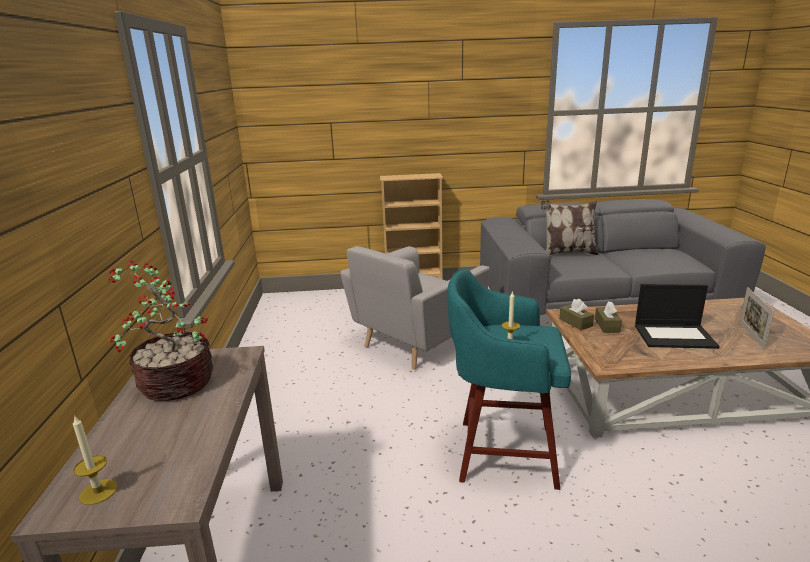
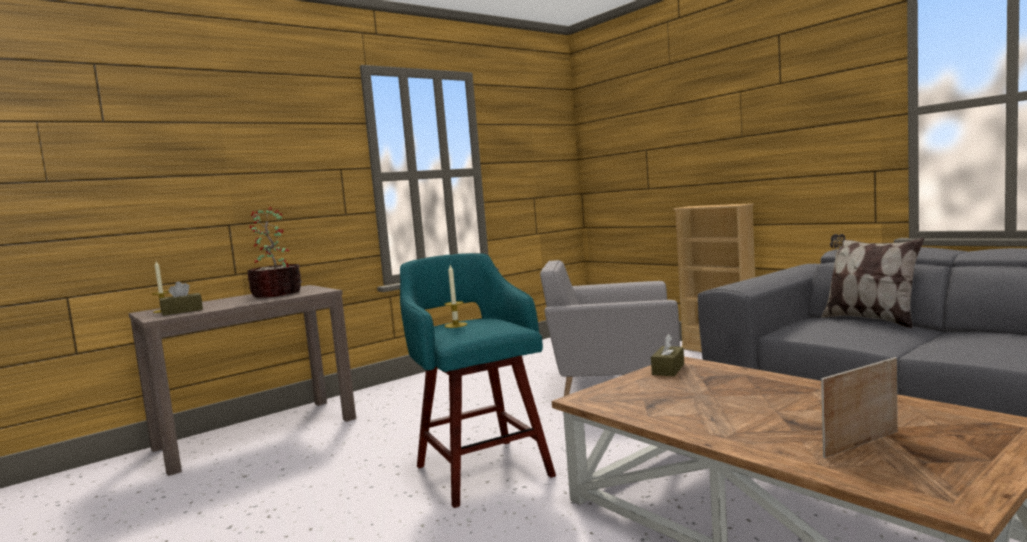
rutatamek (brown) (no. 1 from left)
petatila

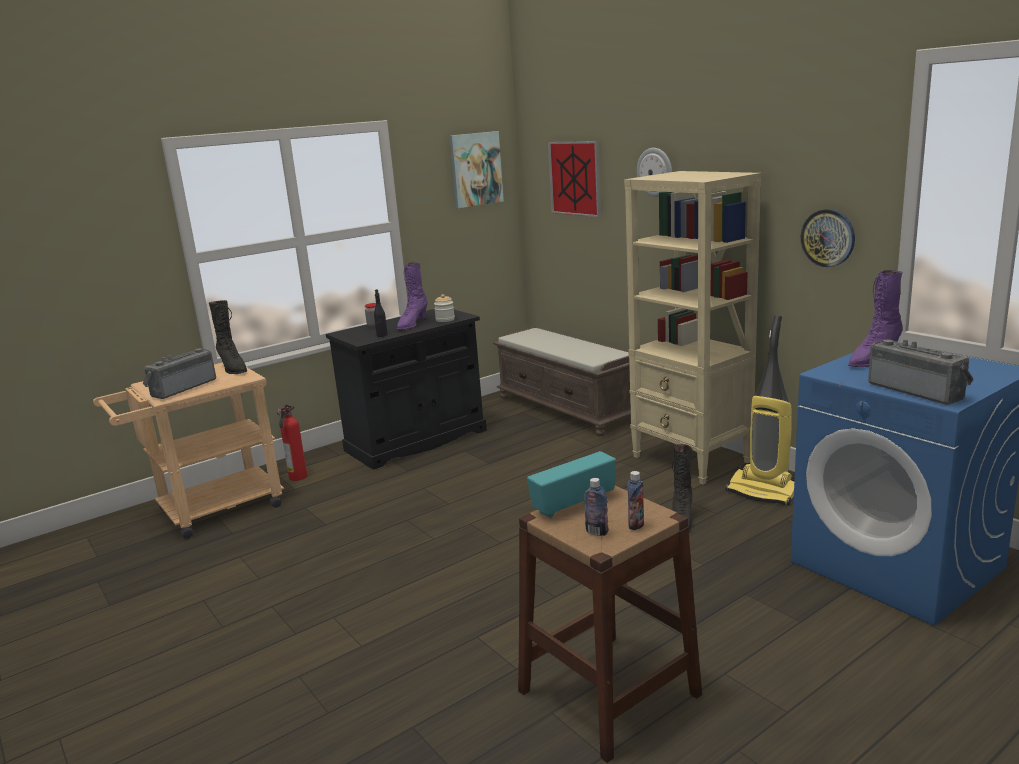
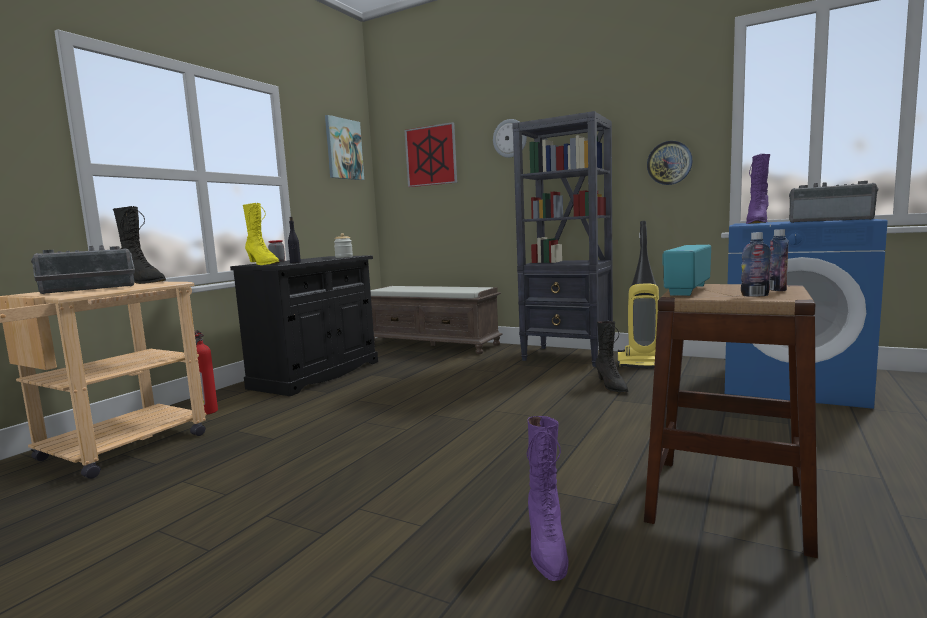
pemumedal (no. 1 from left)
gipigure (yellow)
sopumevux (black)
gipigure (purple) (no. 1 from left)

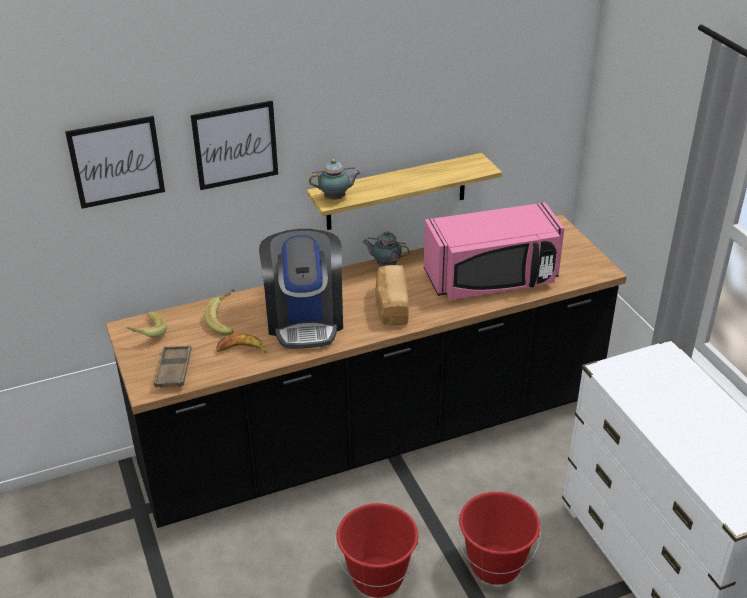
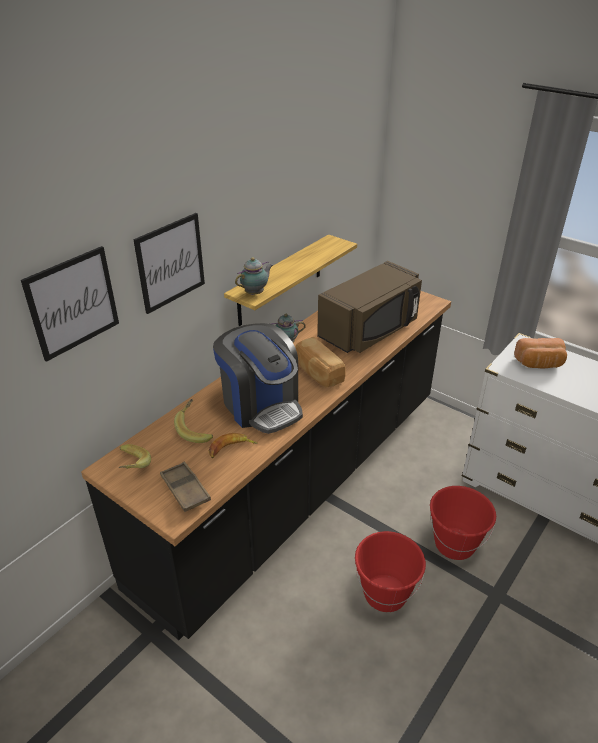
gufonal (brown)
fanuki (no. 2 from left)

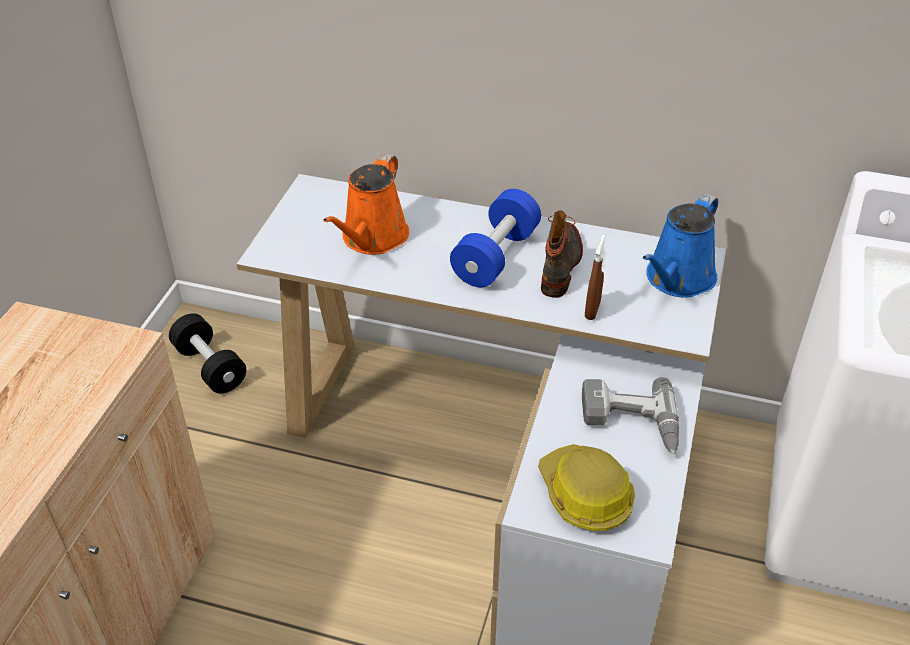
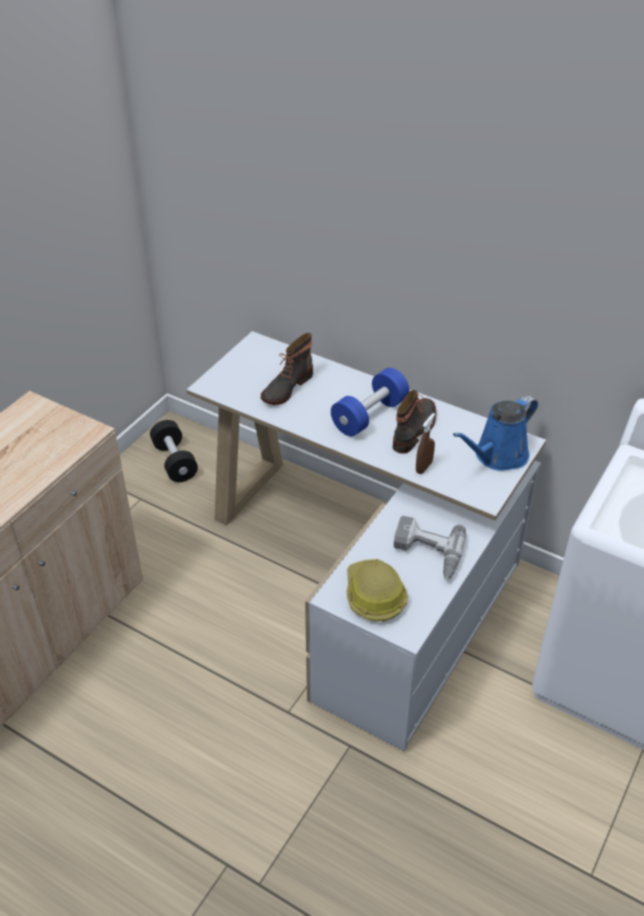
gipigure (no. 1 from left)

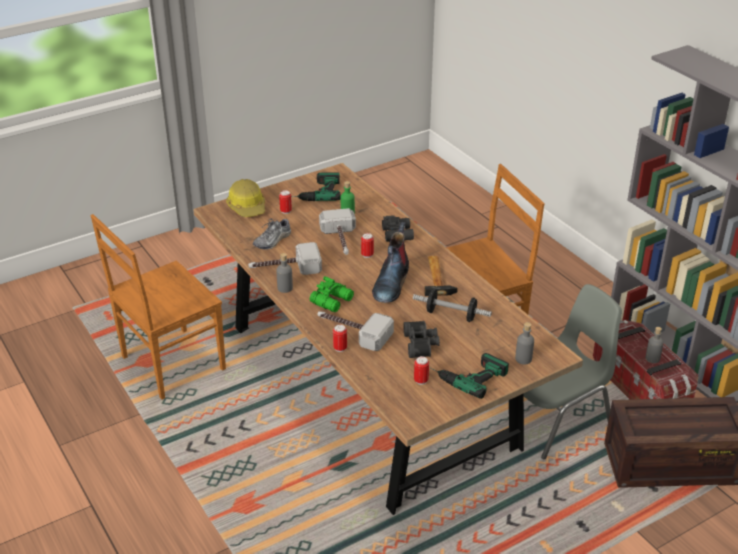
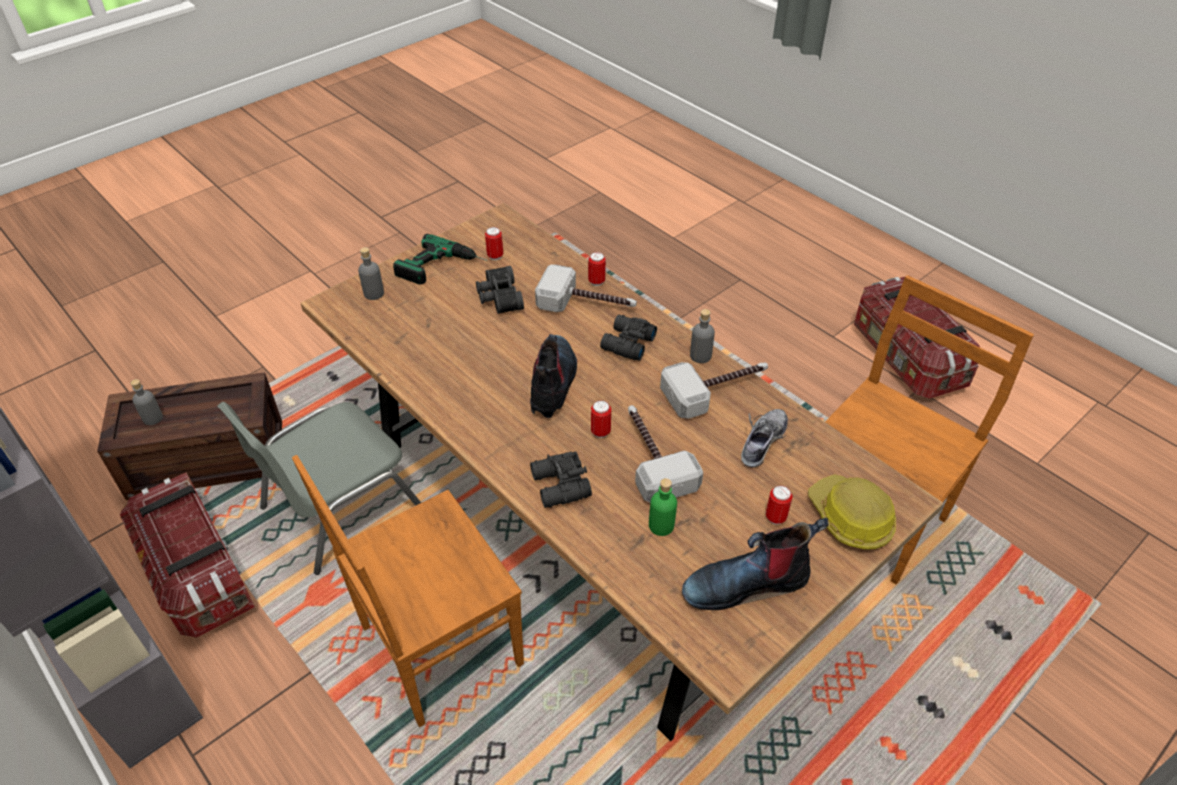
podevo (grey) (no. 1 from left)
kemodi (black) (no. 3 from left)
gipigure (no. 2 from left)
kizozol (no. 2 from left)
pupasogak
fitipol (no. 4 from left in the first image)

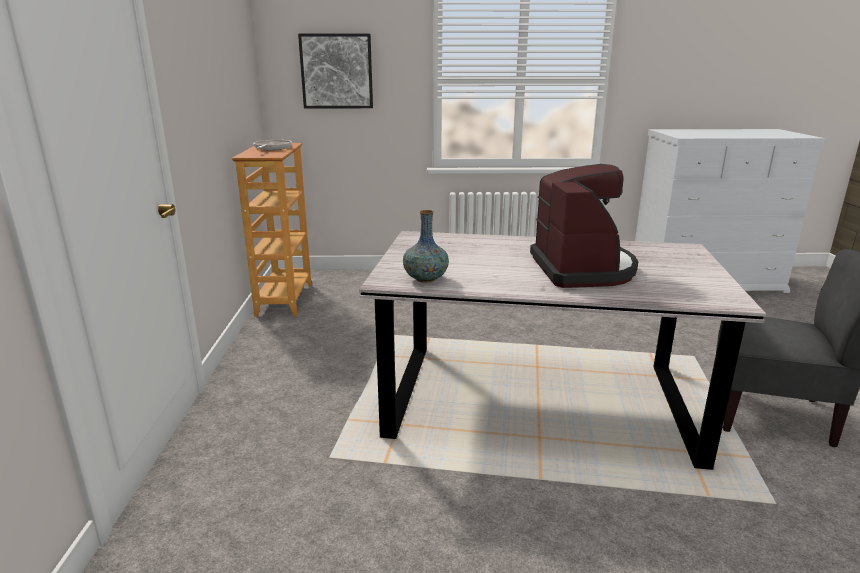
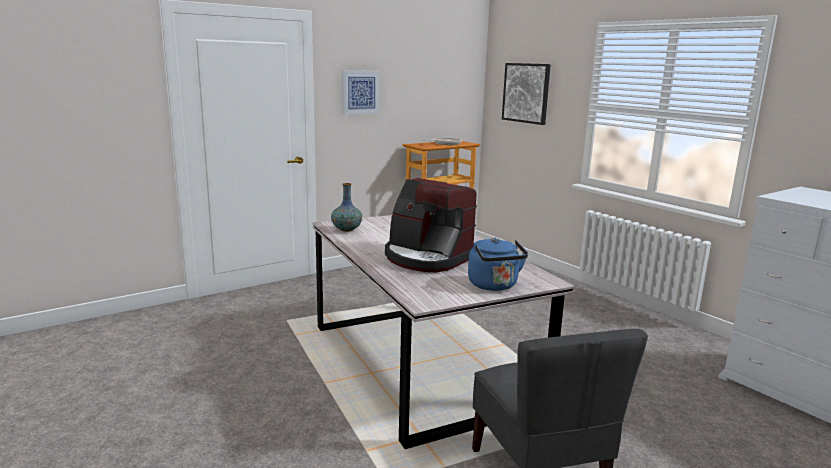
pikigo (no. 1 from left)
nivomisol
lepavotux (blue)

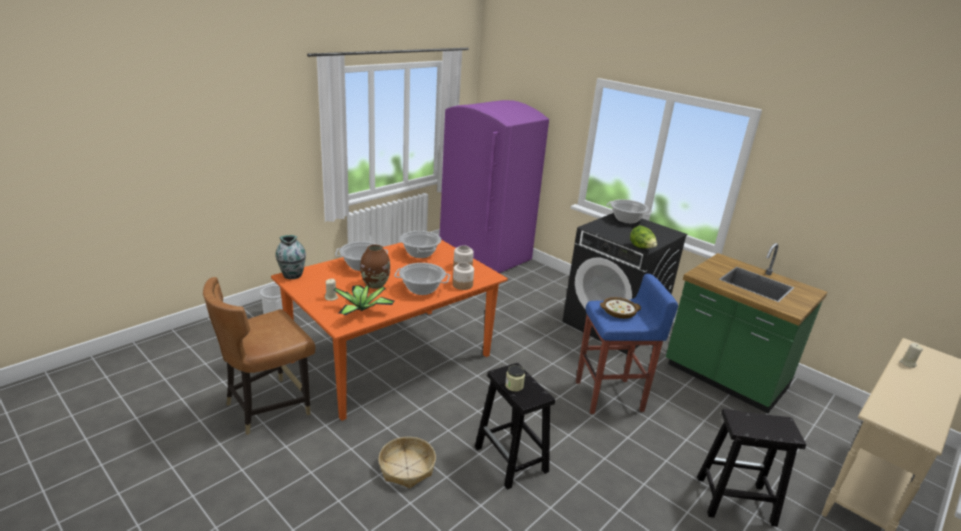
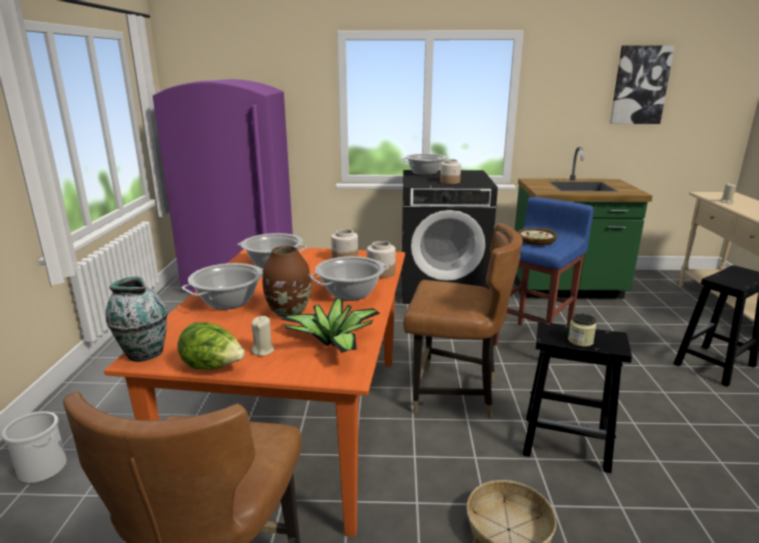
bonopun
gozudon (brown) (no. 2 from left)
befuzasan (no. 3 from left)
pikigo

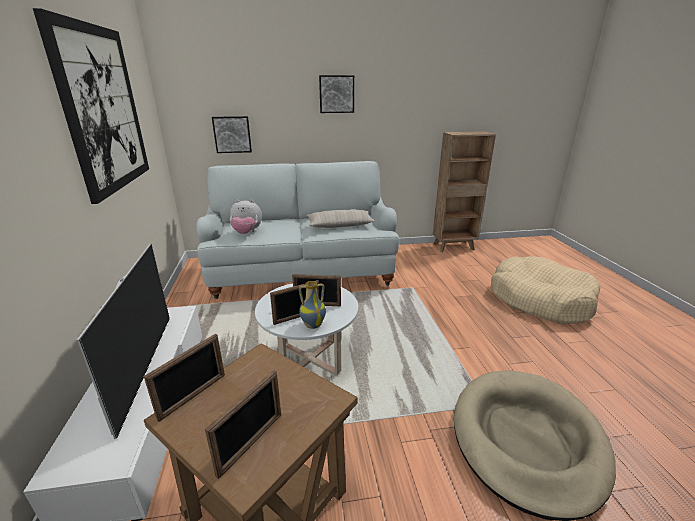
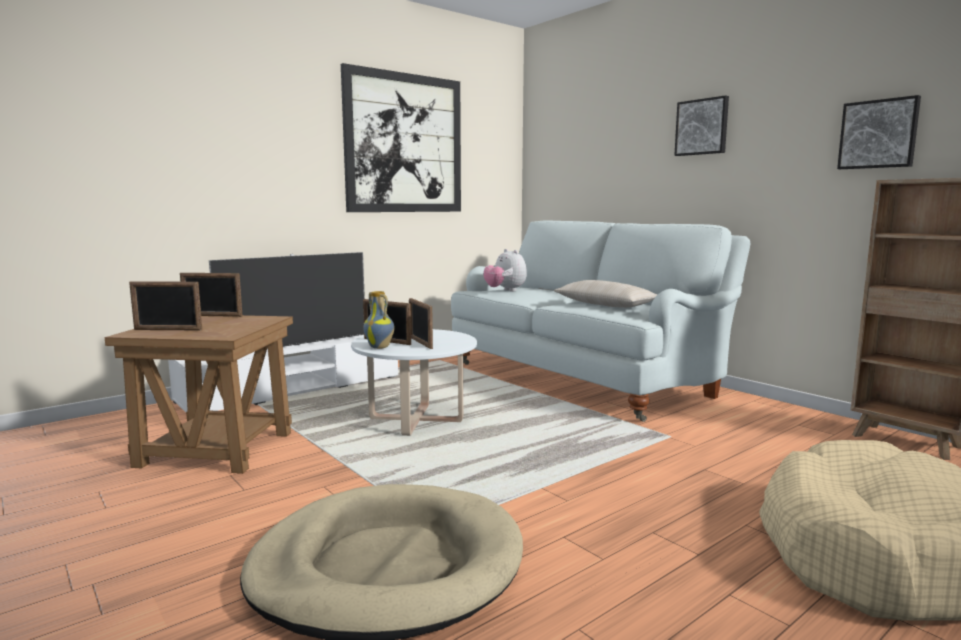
pikigo (no. 3 from left)

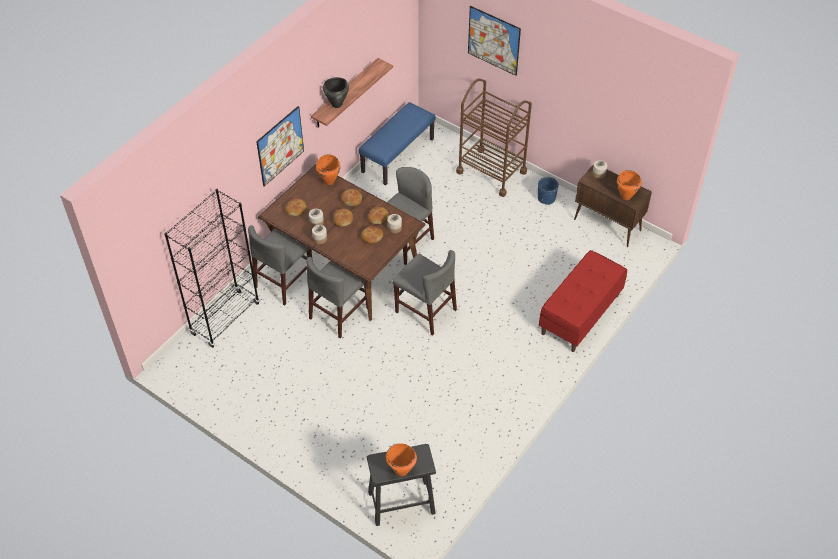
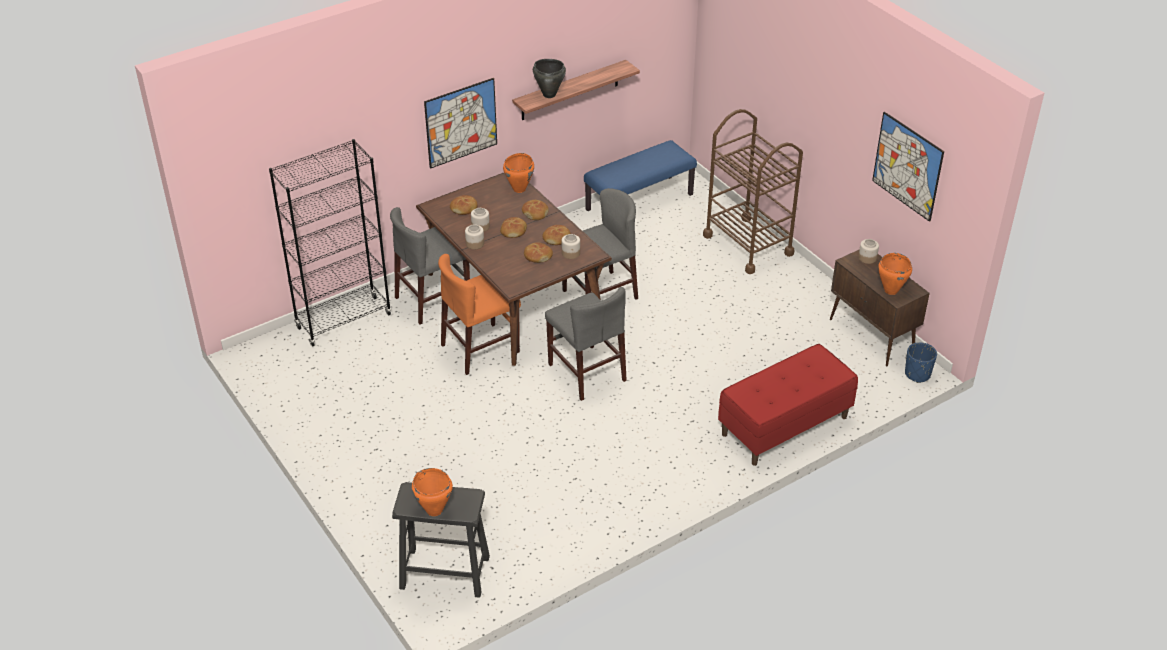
gozudon (orange)
pikigo (no. 2 from left)
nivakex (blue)

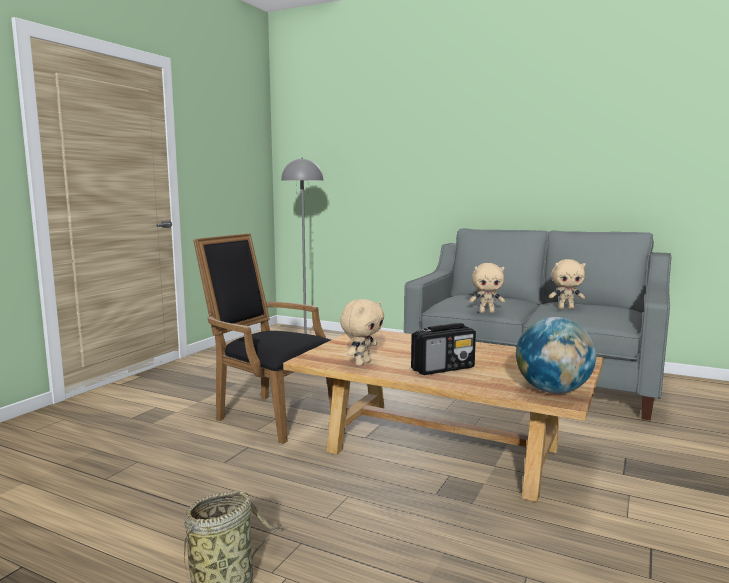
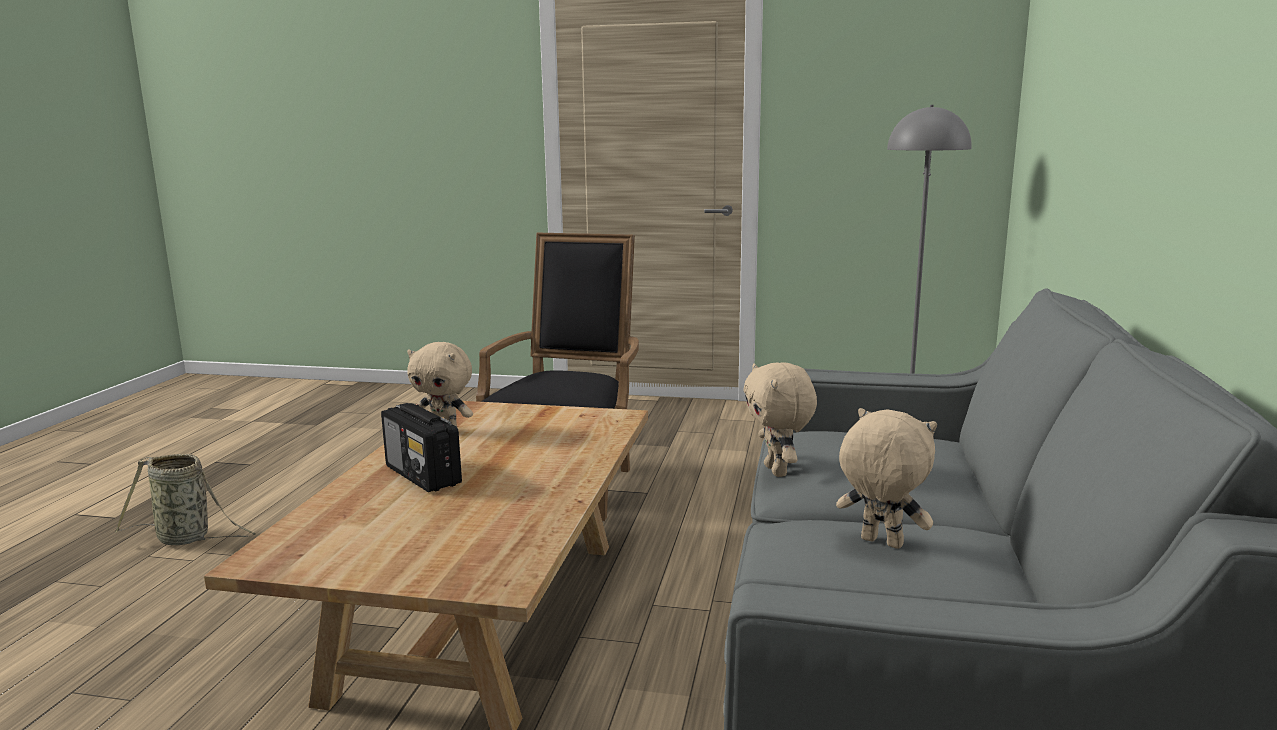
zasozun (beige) (no. 3 from left)
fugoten

